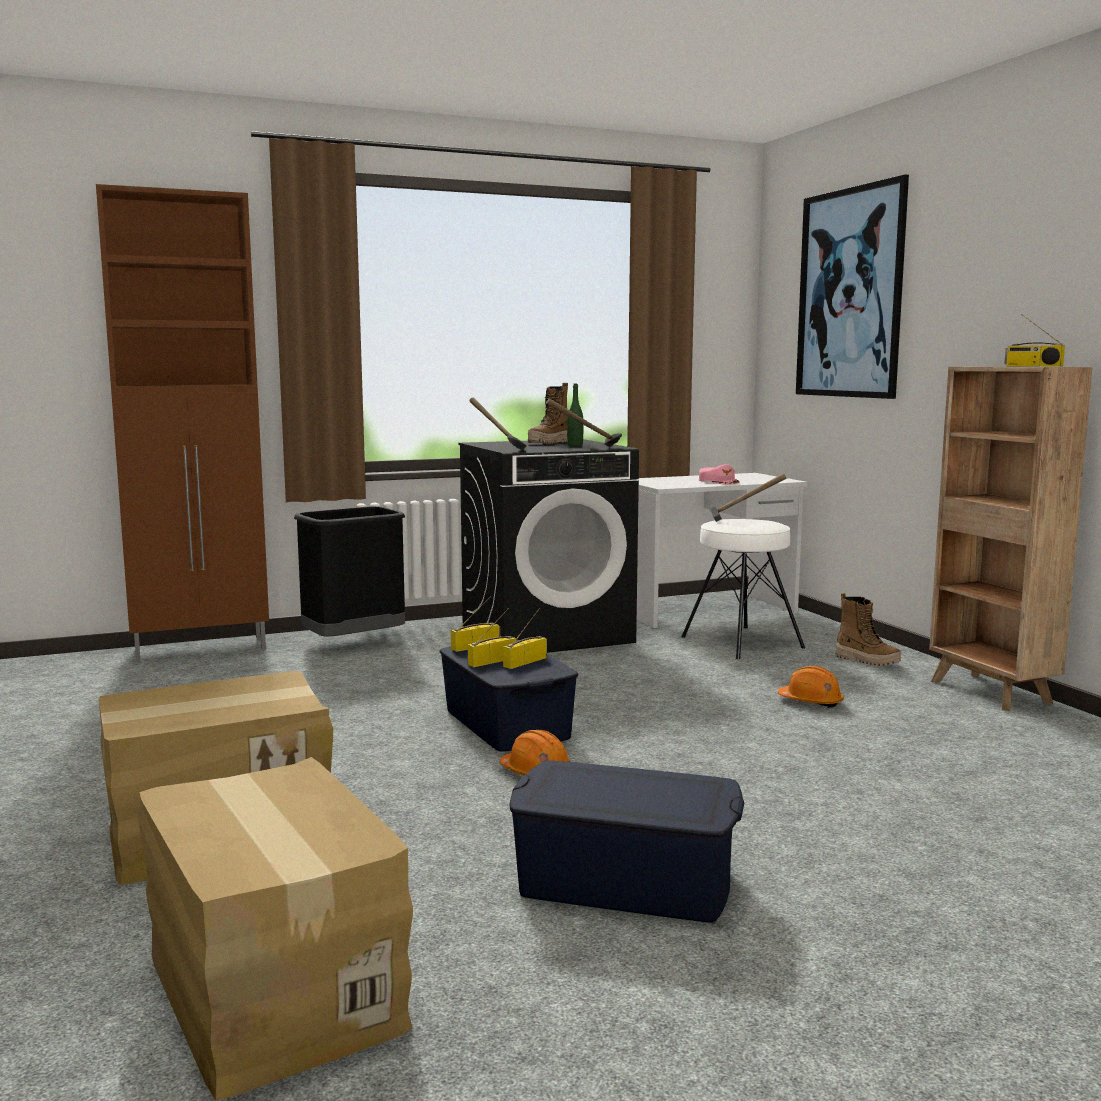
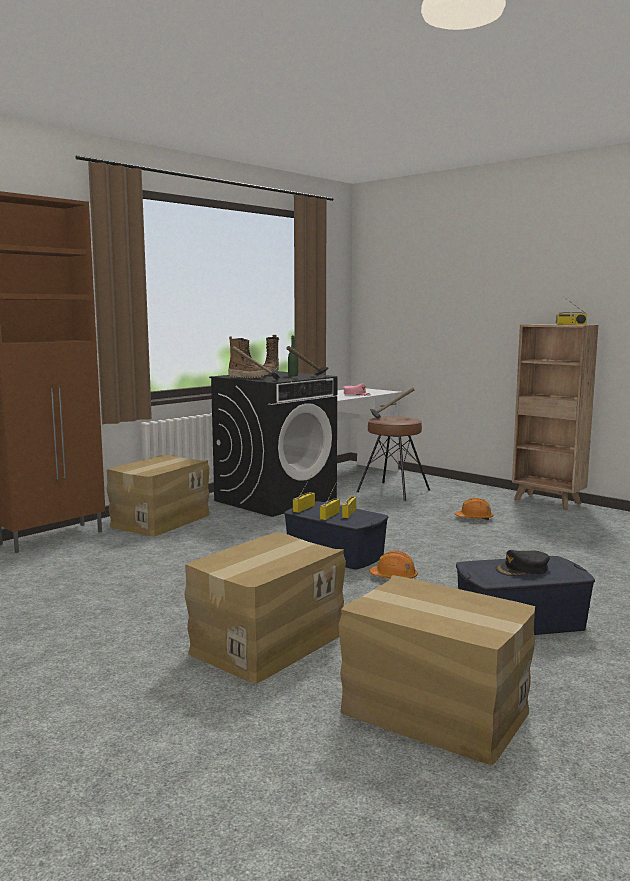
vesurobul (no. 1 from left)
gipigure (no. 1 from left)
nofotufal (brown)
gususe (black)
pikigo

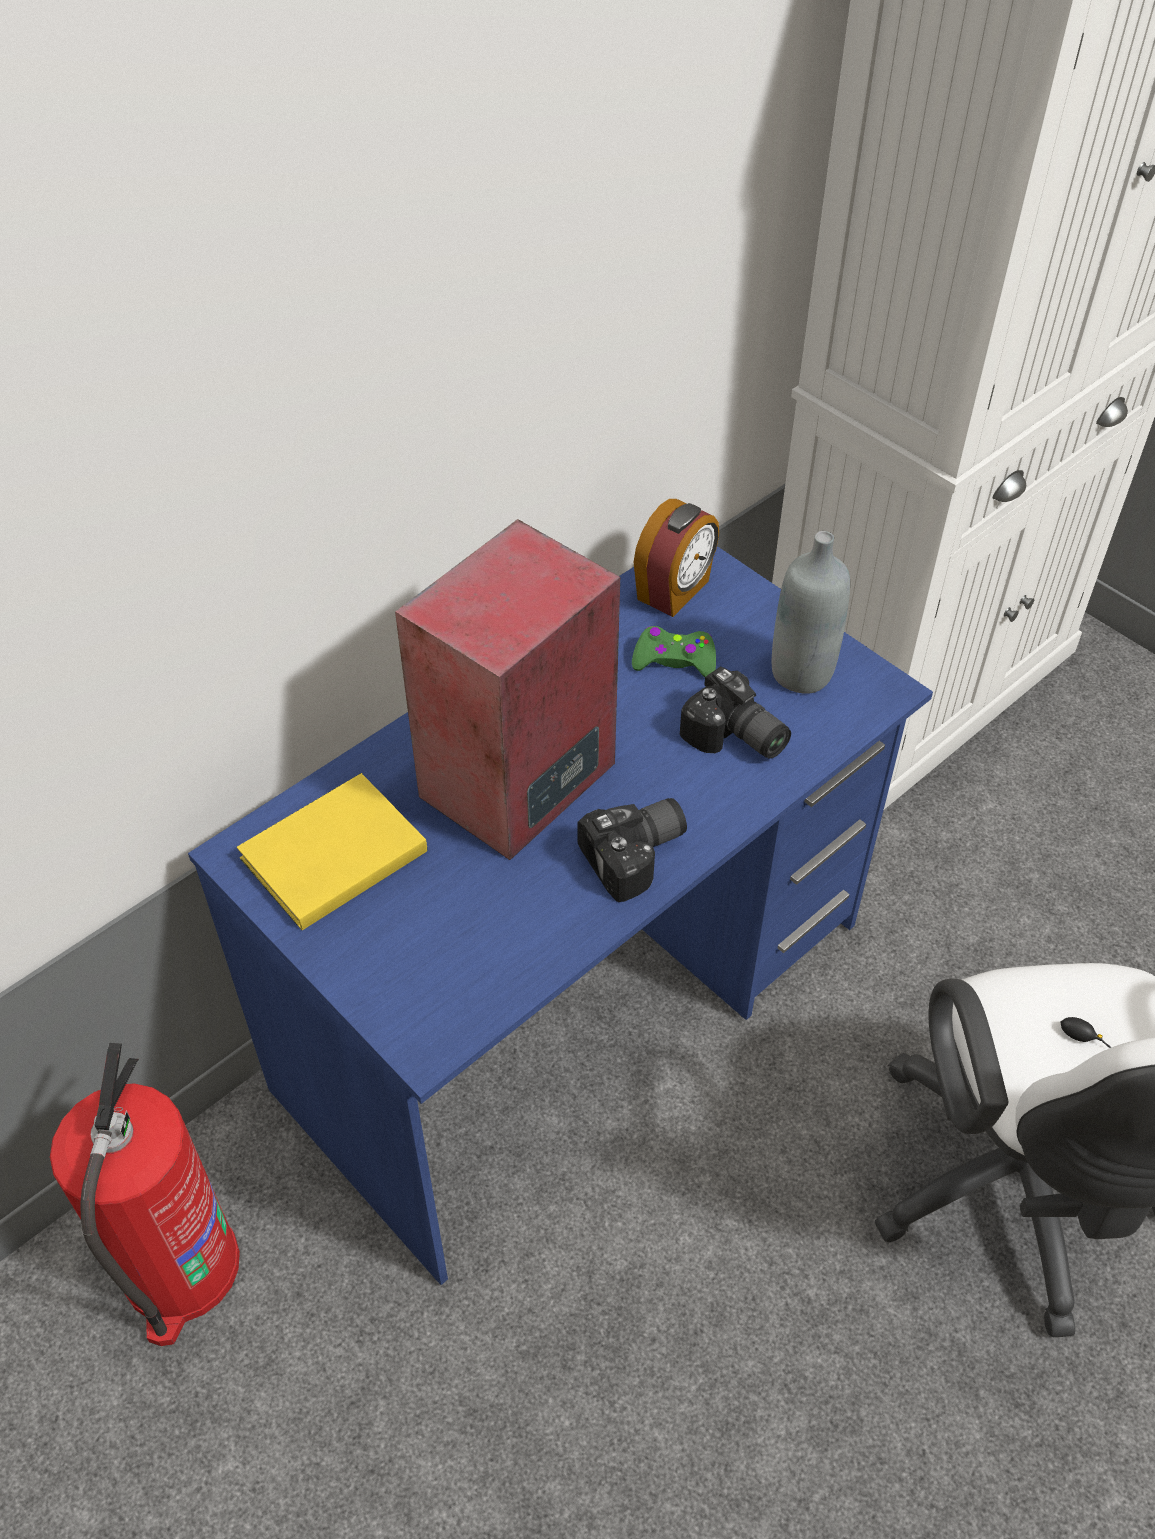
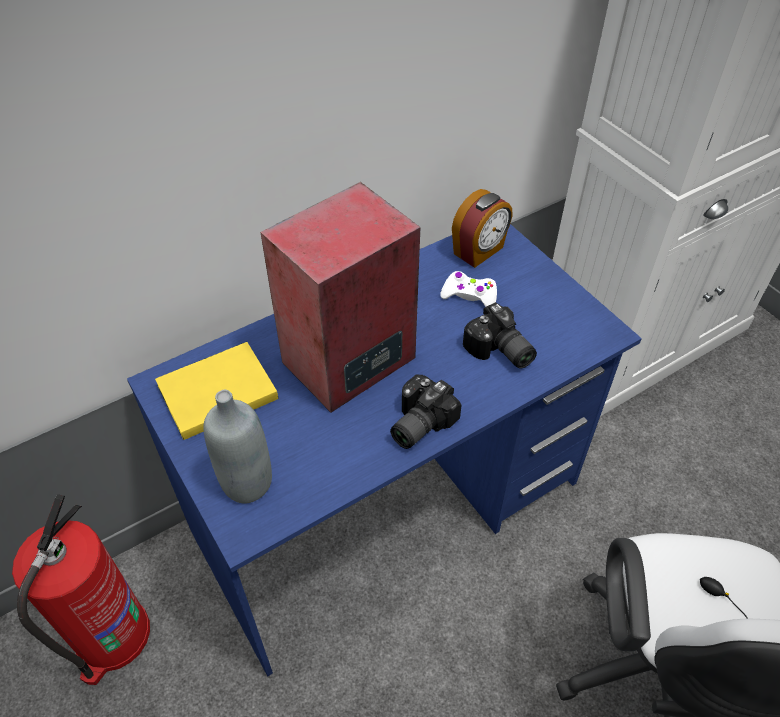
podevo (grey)
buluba (no. 1 from left)
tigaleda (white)

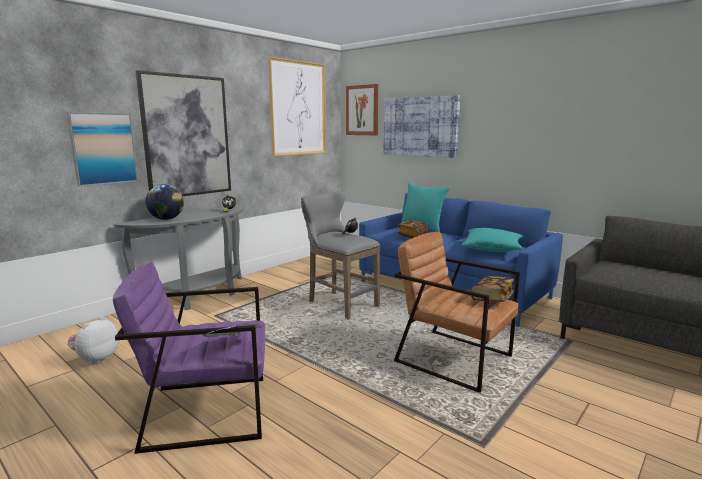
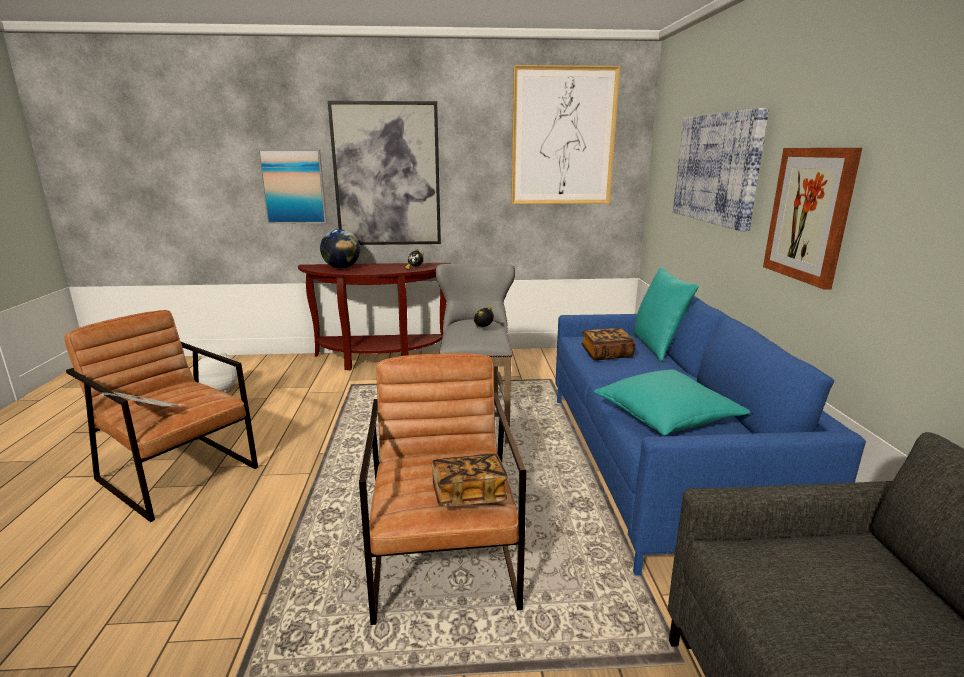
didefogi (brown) (no. 1 from left)
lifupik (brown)
pikigo (no. 5 from left)

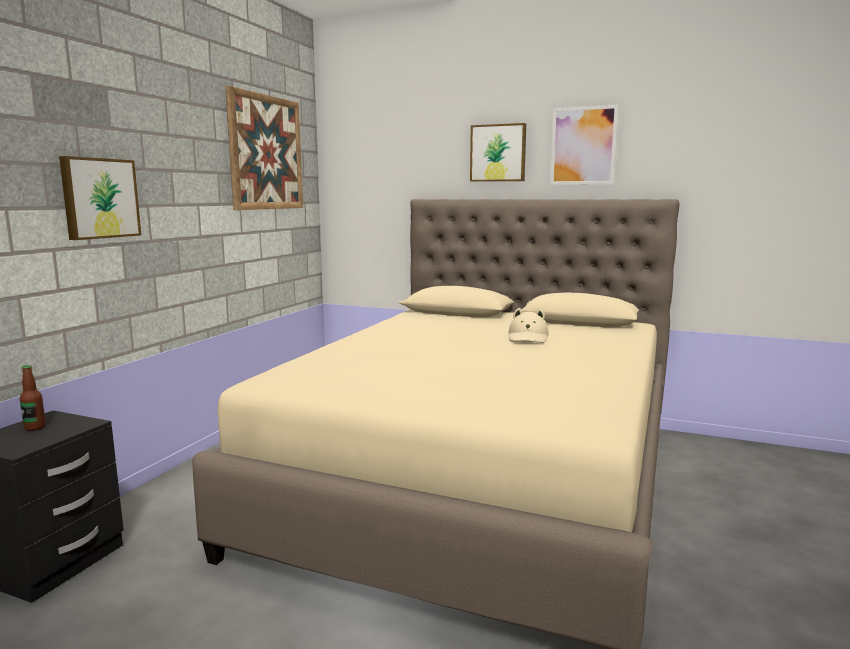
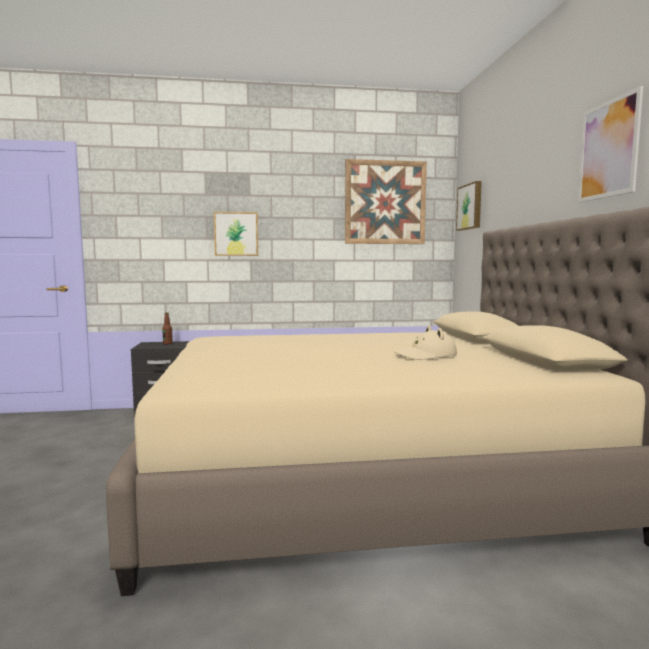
pikigo (no. 3 from left)

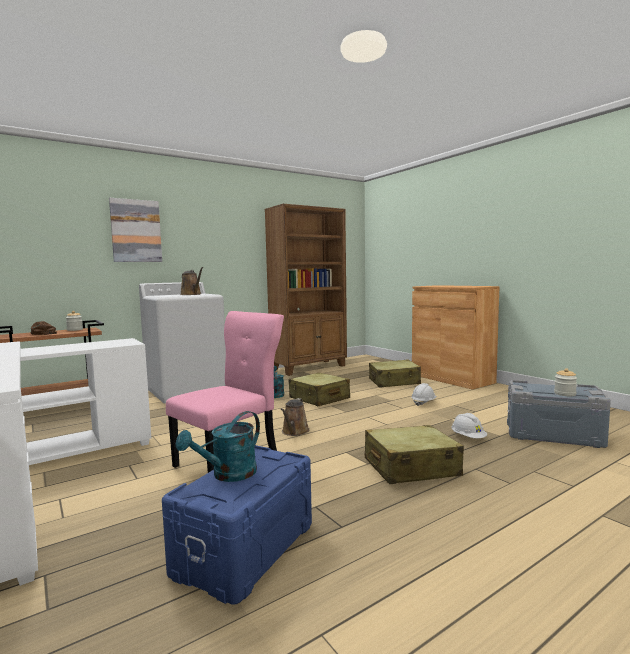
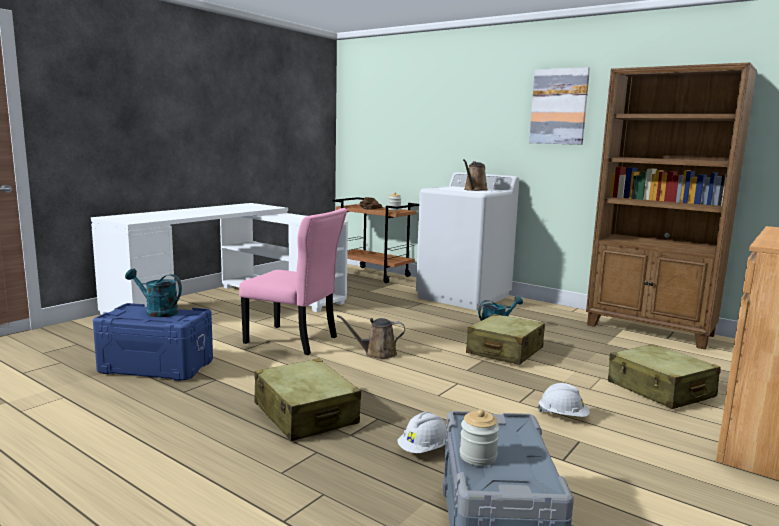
pikigo

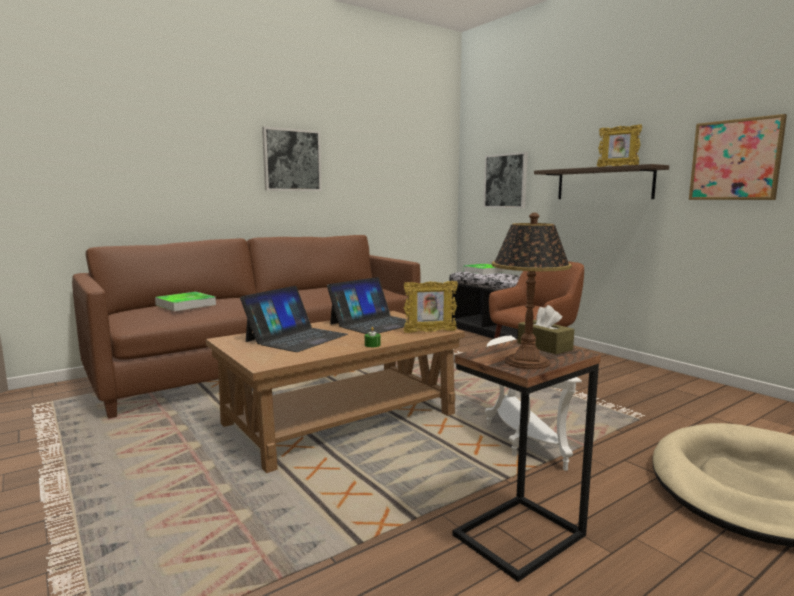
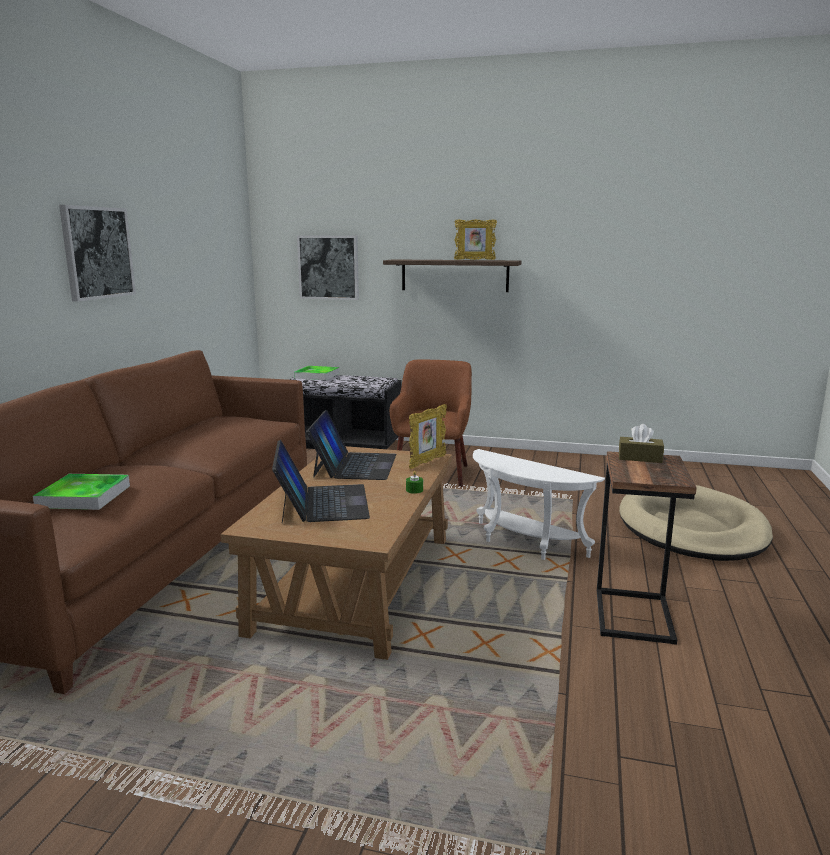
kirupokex
pikigo (no. 3 from left in the first image)

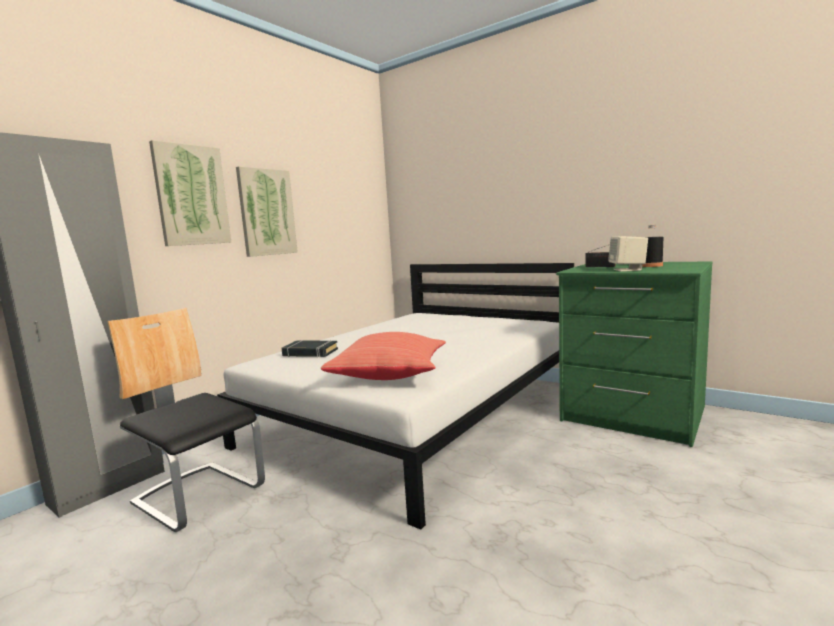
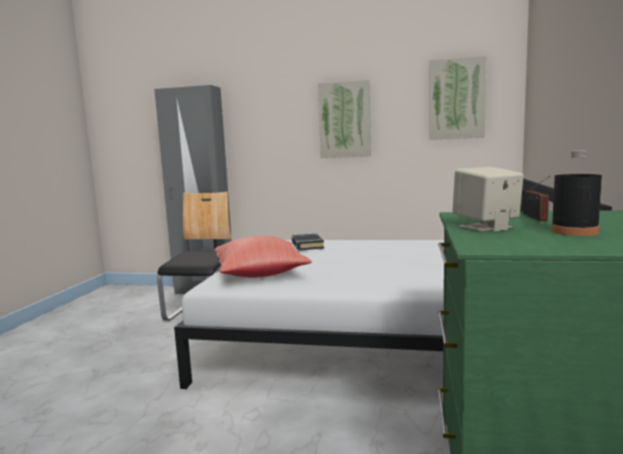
pikigo (no. 2 from left)

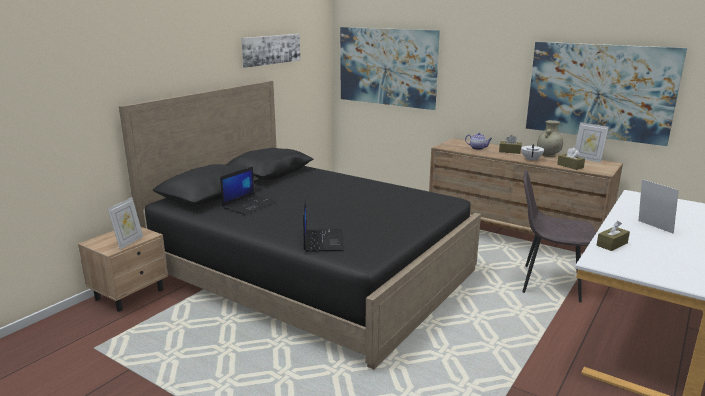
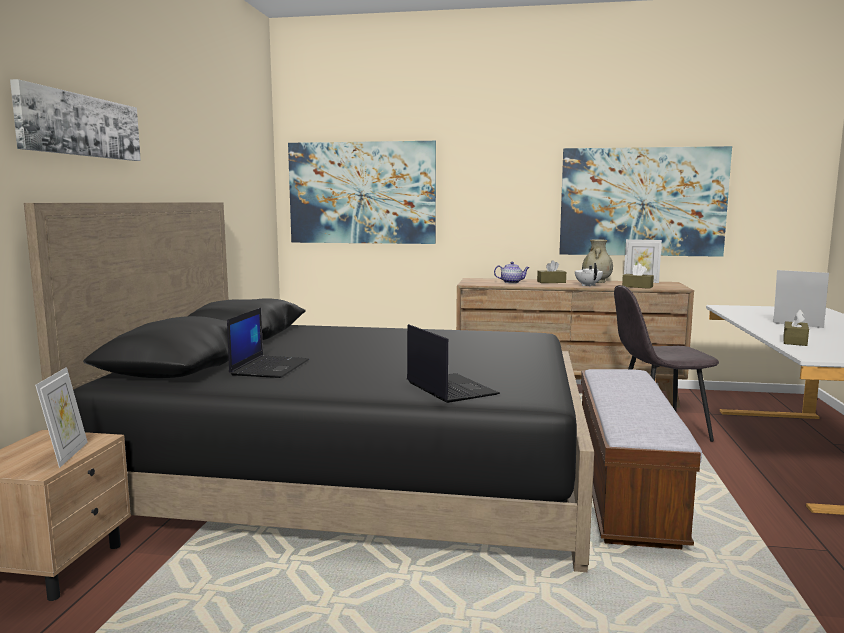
pikigo (no. 1 from left)
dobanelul

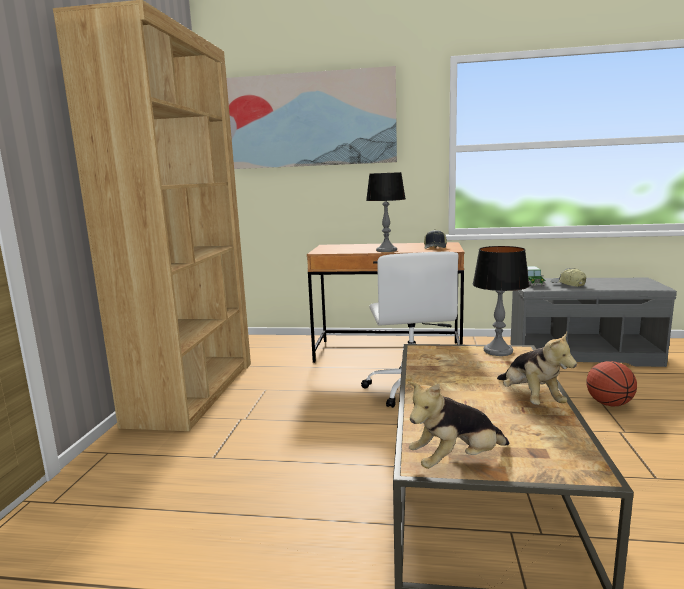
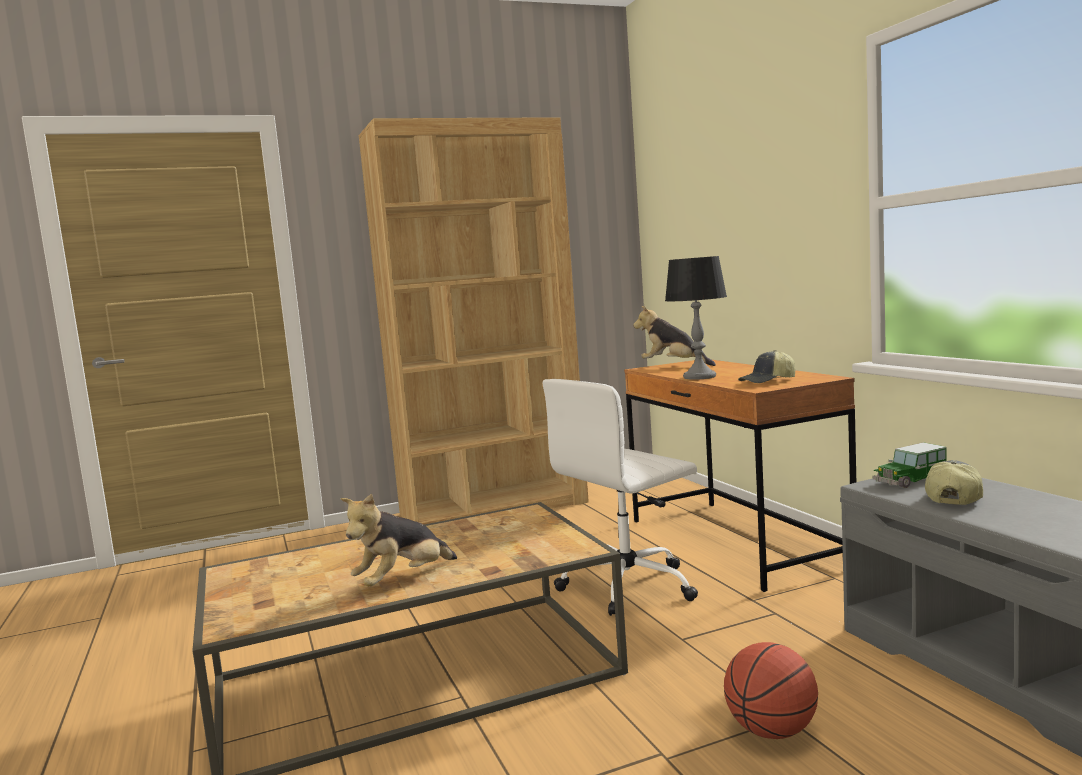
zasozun (no. 2 from left)
pikigo
kirupokex (no. 2 from left in the first image)

